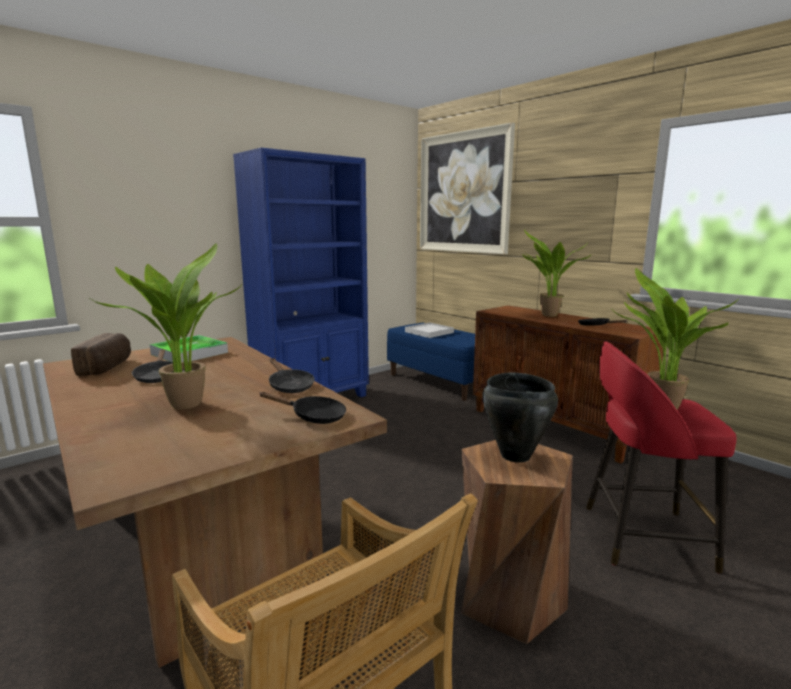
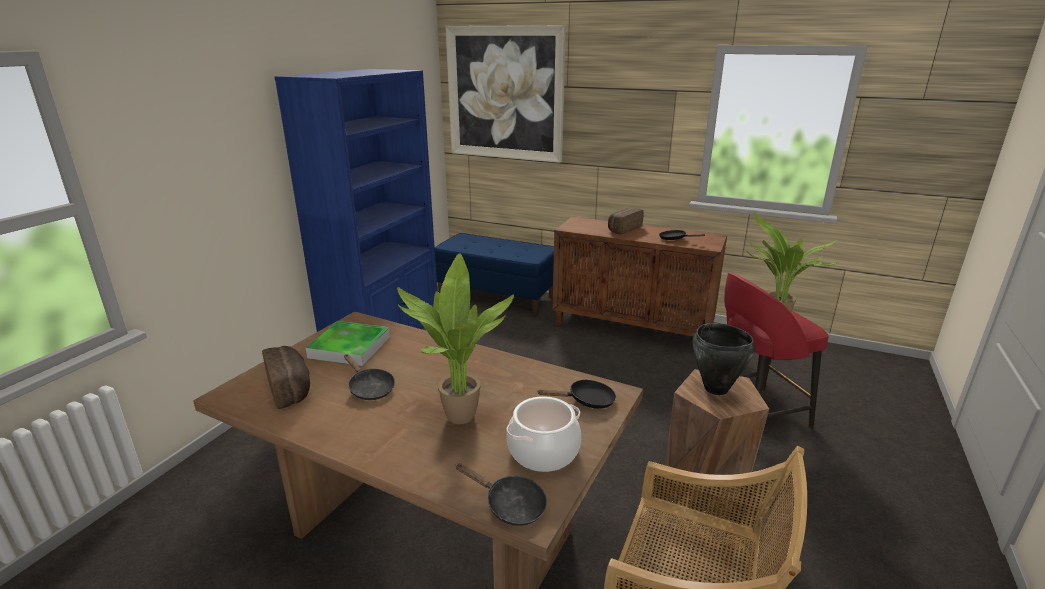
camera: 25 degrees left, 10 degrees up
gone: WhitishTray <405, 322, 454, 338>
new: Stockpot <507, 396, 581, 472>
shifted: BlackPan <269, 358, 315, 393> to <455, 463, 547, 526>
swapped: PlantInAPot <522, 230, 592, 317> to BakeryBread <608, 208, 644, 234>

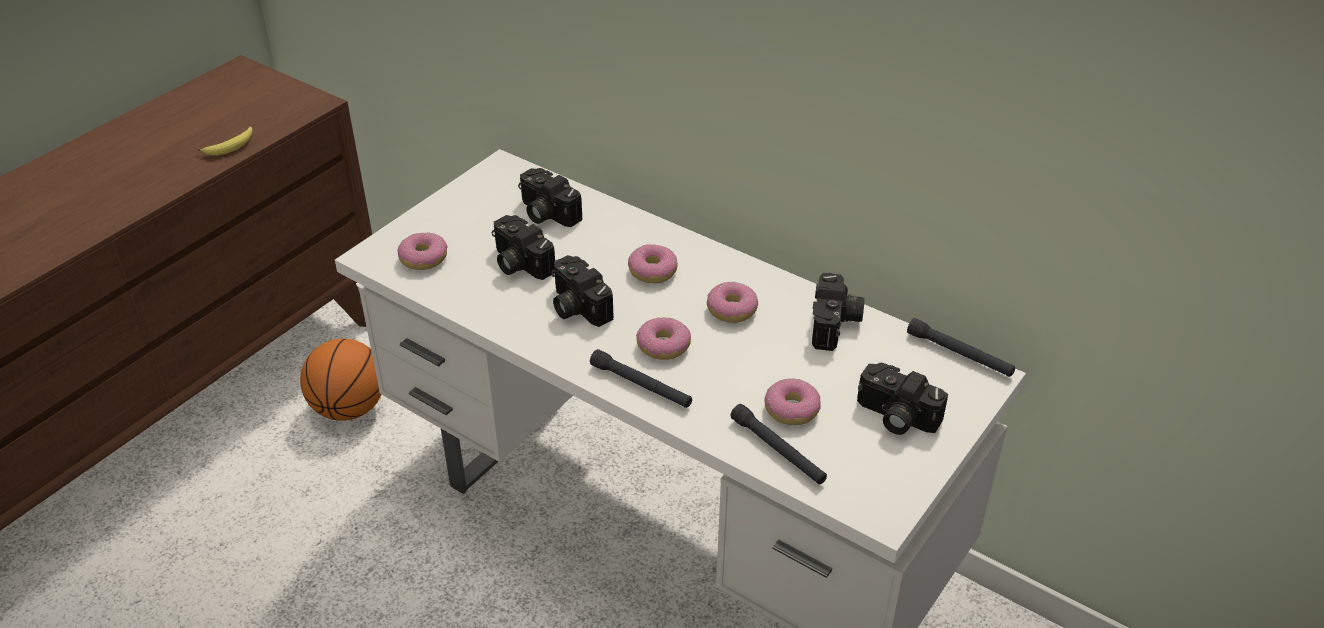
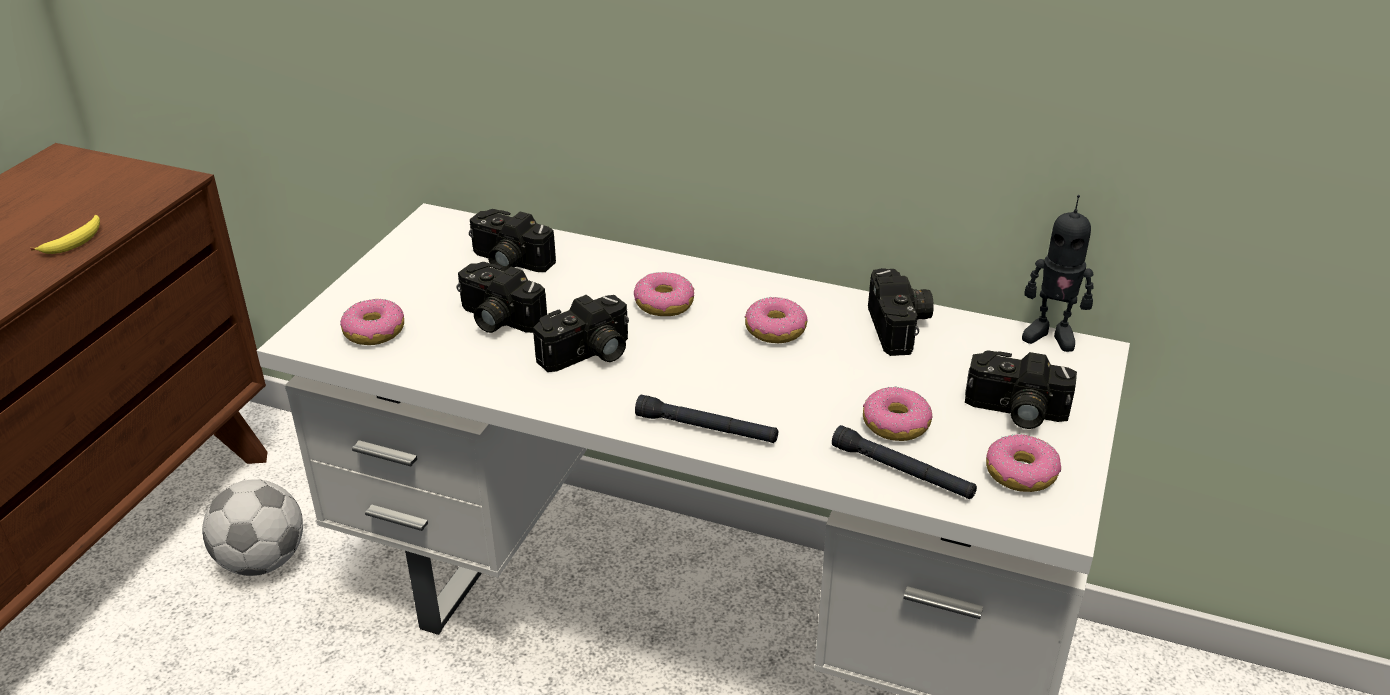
camera: 15 degrees left, 5 degrees down
shifted: Donut <636, 317, 691, 360> to <986, 434, 1061, 492>
swapped: BlackTorch <907, 318, 1015, 377> to ModelRobot <1022, 195, 1094, 352>; BallForBasketball <300, 339, 382, 421> to BallForFootball <202, 479, 303, 576>
rotated: PhotoCamera <551, 255, 614, 327> = <533, 295, 629, 372> 75 degrees counterclockwise

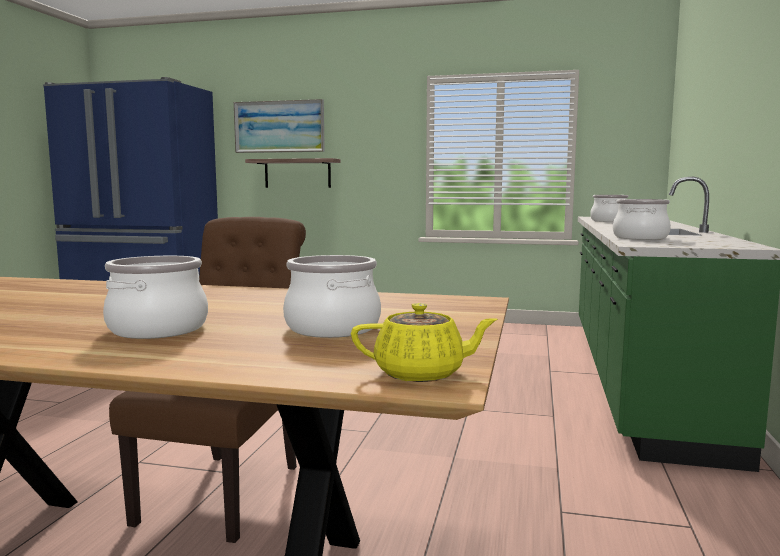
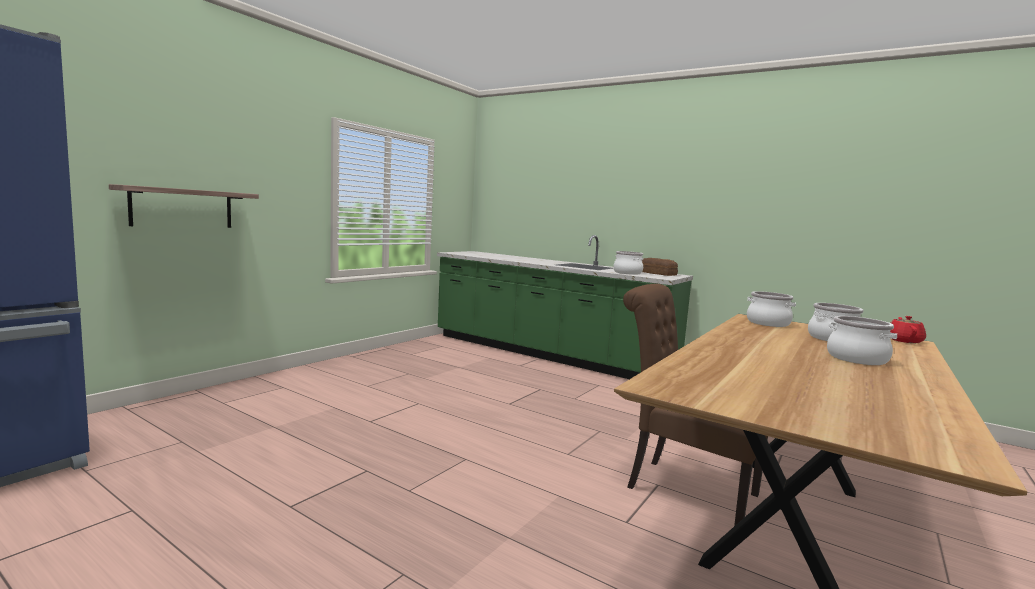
camera: 70 degrees left, 0 degrees up
gone: WallArt <234, 99, 325, 153>
new: BakeryBread <642, 258, 678, 276>
shifted: Stockpot <590, 195, 628, 222> to <747, 291, 796, 327>
repainted: YellowishTeaPot <351, 303, 498, 382> to RedTeaPot <890, 316, 926, 343>

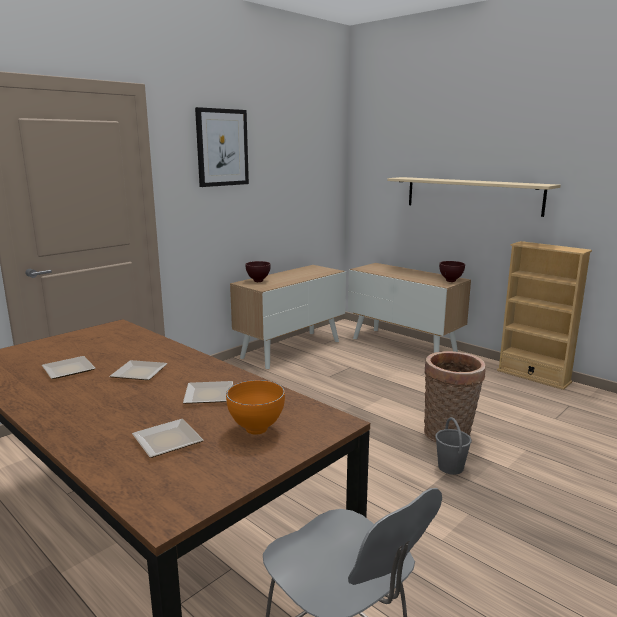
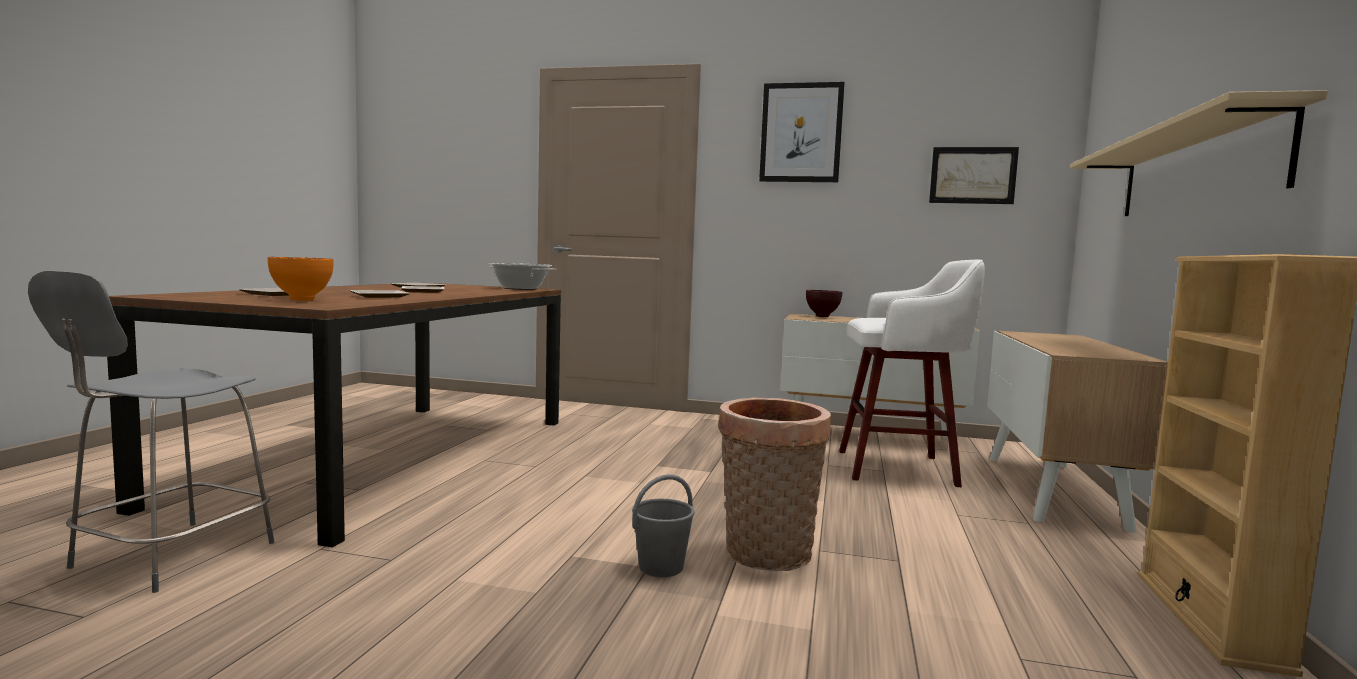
camera: 60 degrees right, 10 degrees down
gone: BrownishDeepDish <439, 261, 465, 282>
new: WallArt <929, 147, 1019, 204>; WhitishStoolSeat <839, 260, 985, 487>; Stockpot <485, 263, 556, 290>

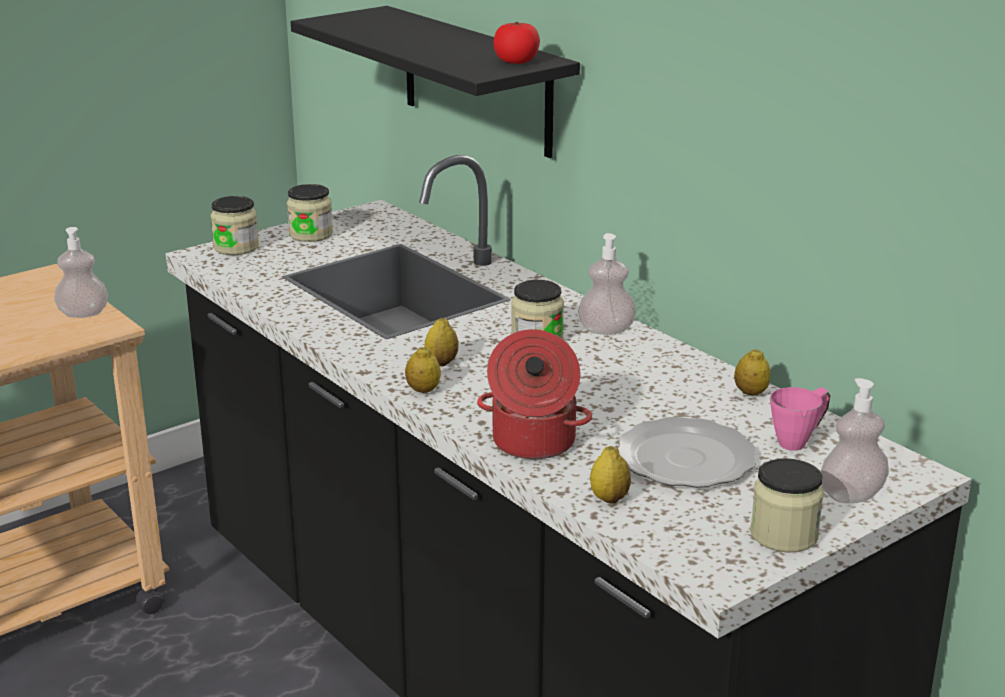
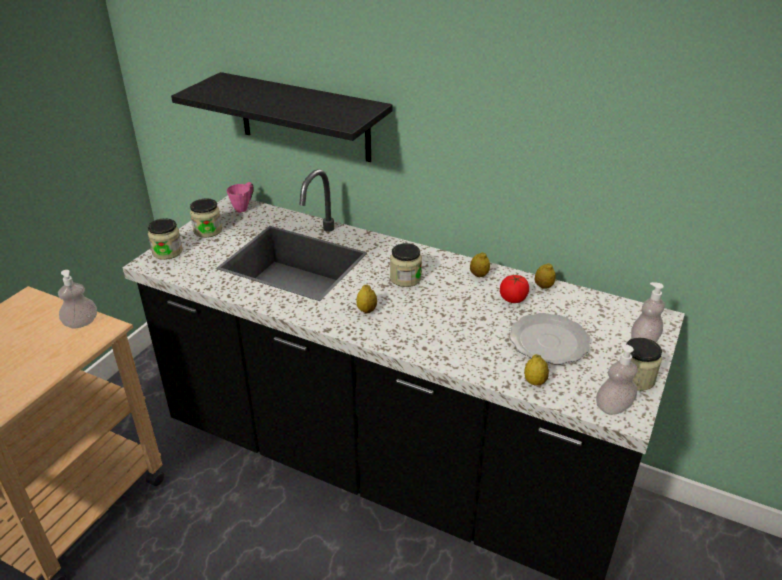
camera: 25 degrees left, 10 degrees up
gone: Stockpot <477, 329, 592, 459>
shifted: WholeTomato <494, 22, 540, 64> to <500, 275, 529, 303>; LiquidSoapBottle <578, 233, 636, 335> to <596, 343, 638, 415>; CitrusFruit <405, 346, 441, 393> to <470, 252, 490, 277>; PinkishCoffeeMug <770, 387, 830, 451> to <227, 182, 254, 213>

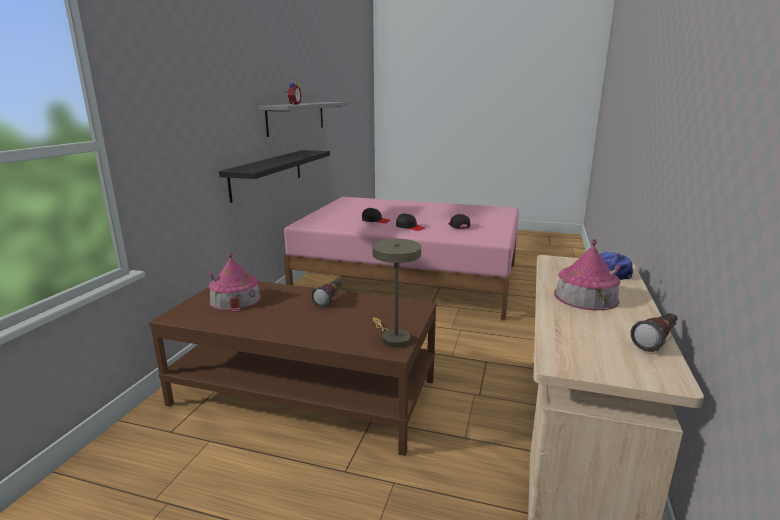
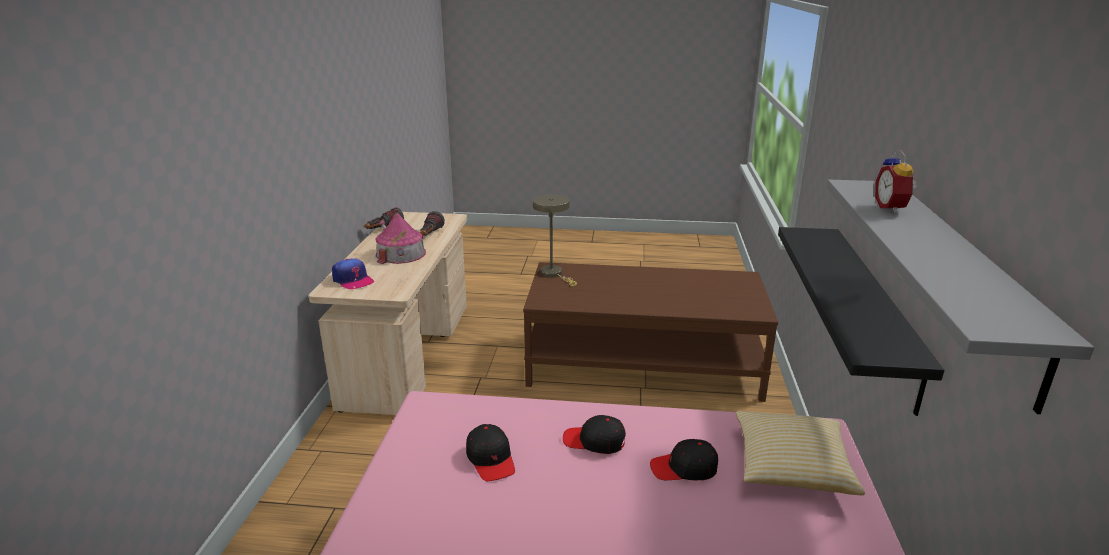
camera: 170 degrees right, 5 degrees up
gone: ModelHouse <208, 252, 262, 312>
new: Pillow <736, 411, 865, 495>
shifted: Torch <311, 279, 342, 307> to <420, 211, 445, 236>

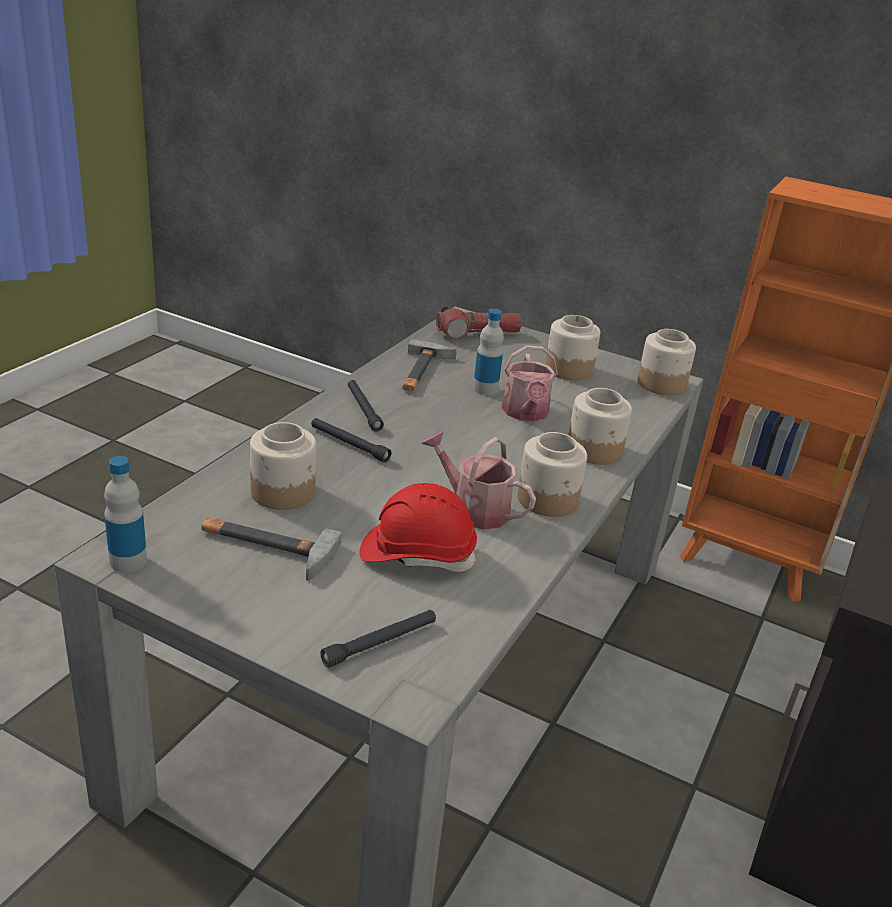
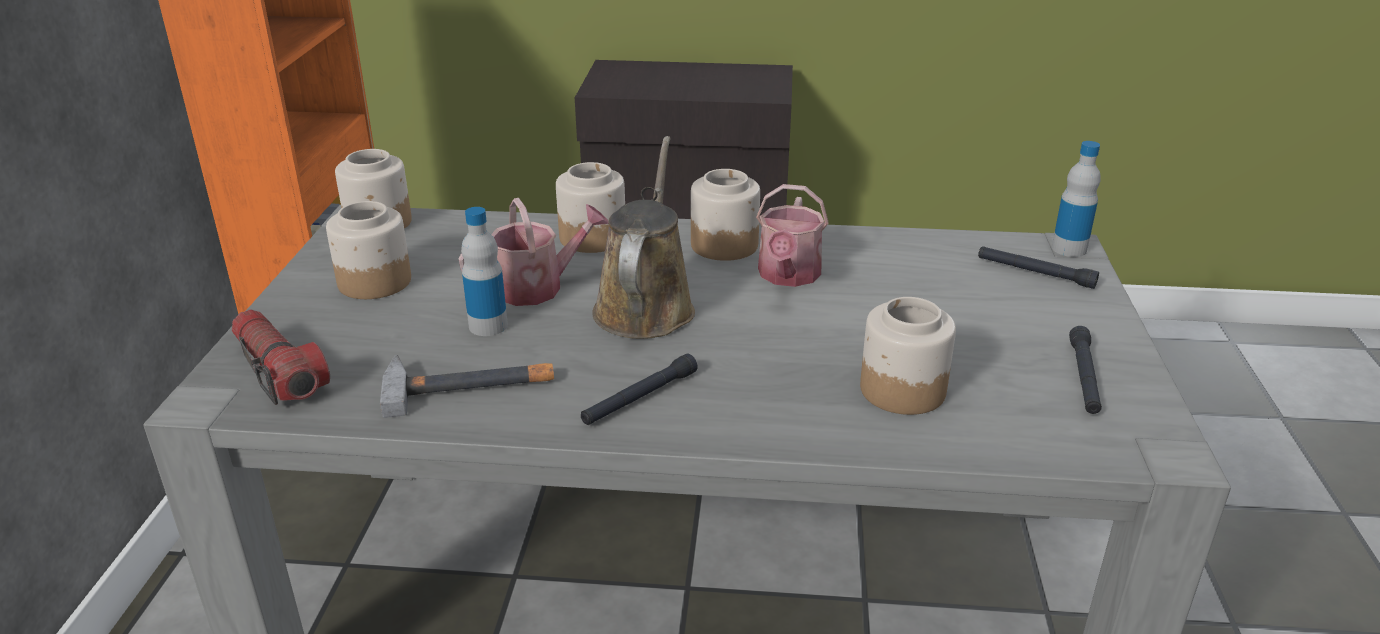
camera: 110 degrees left, 0 degrees up
gone: RedWorkHelmet <359, 483, 477, 572>; Hammer <201, 518, 342, 581>
new: BrownishWateringCan <592, 136, 695, 339>
shifted: BlackTorch <311, 418, 392, 463> to <1069, 326, 1102, 414>; Bottle <104, 456, 147, 572> to <1052, 141, 1100, 257>

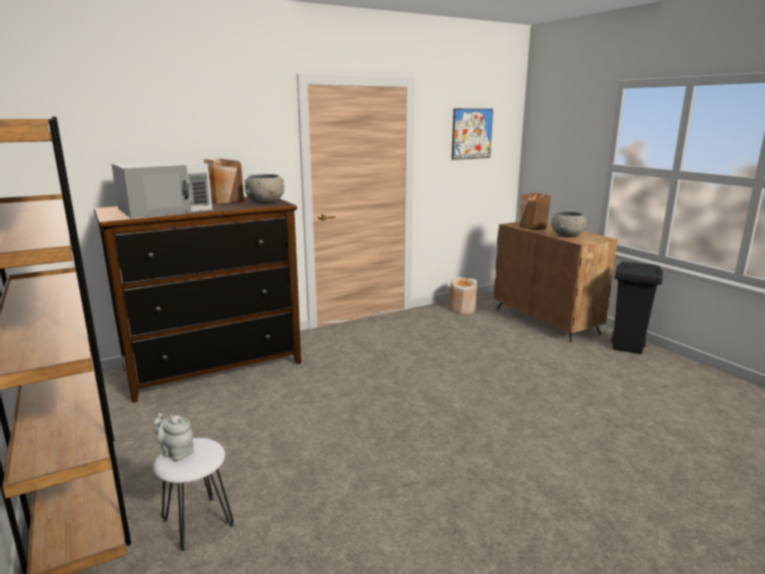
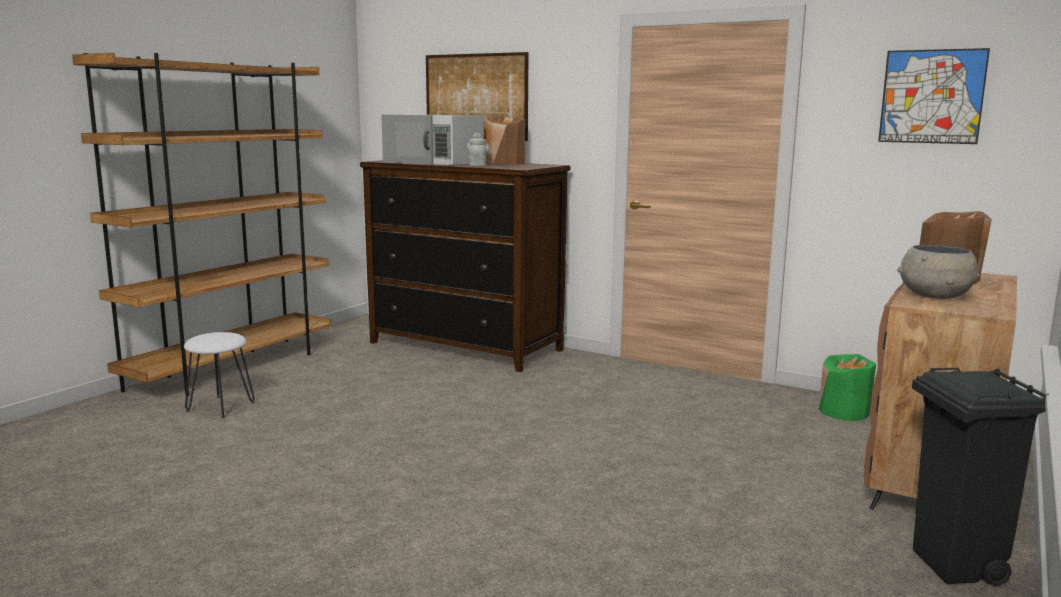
camera: 60 degrees right, 5 degrees down
gone: GreyDeepDish <245, 174, 284, 204>
new: WallArt <426, 52, 529, 141>
shifted: GreyTeaPot <154, 413, 194, 461> to <467, 133, 489, 166>
repainted: BeigeColouredVase <449, 277, 477, 314> to GreenishVase <819, 354, 876, 421>

